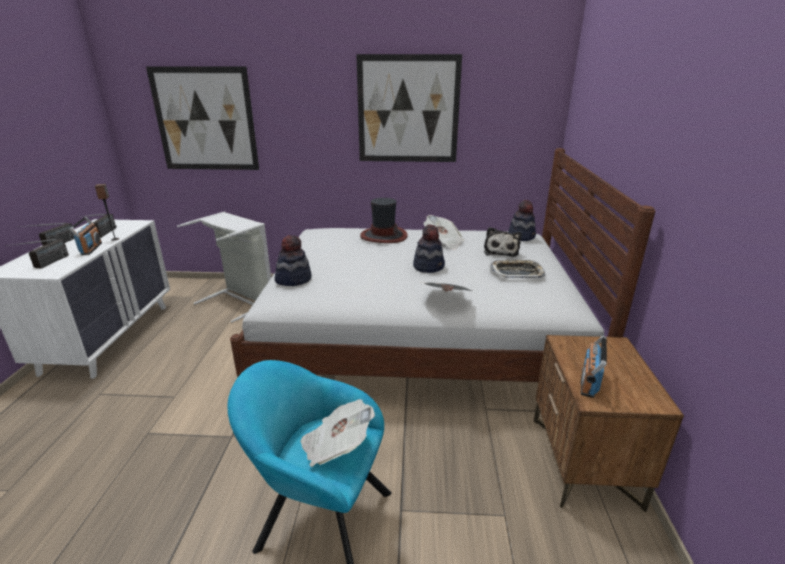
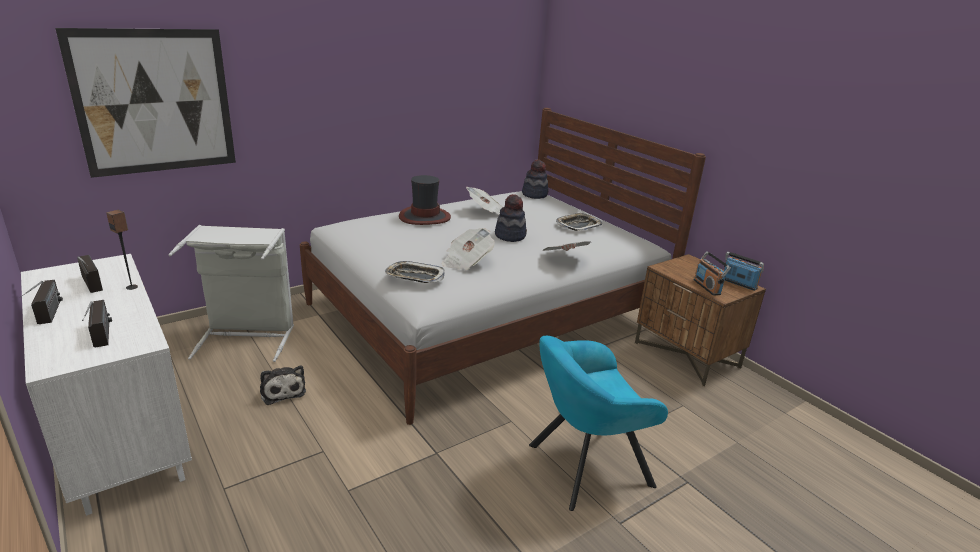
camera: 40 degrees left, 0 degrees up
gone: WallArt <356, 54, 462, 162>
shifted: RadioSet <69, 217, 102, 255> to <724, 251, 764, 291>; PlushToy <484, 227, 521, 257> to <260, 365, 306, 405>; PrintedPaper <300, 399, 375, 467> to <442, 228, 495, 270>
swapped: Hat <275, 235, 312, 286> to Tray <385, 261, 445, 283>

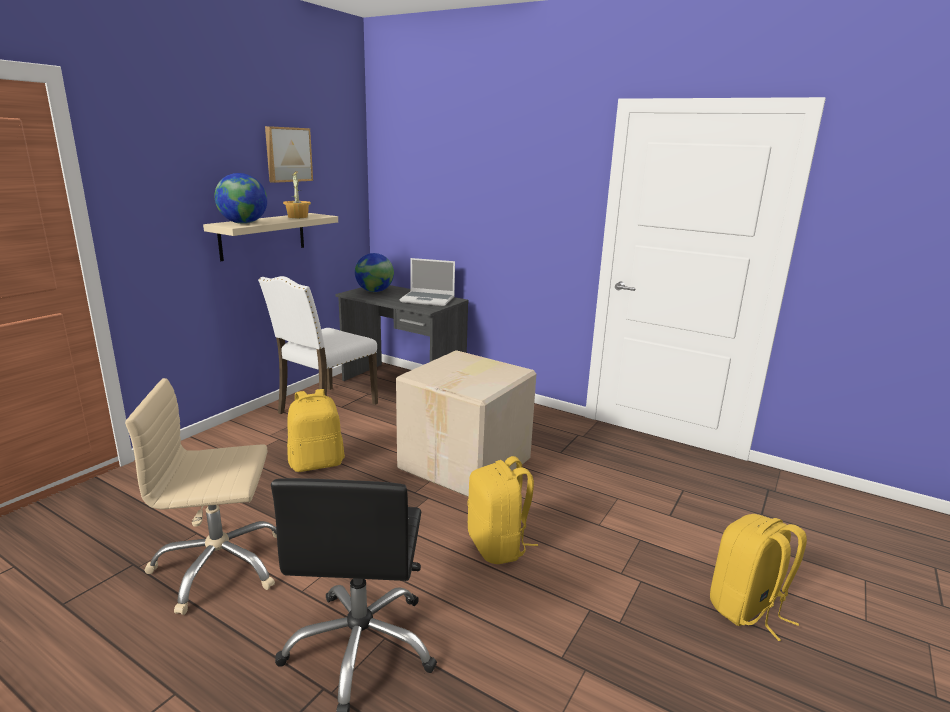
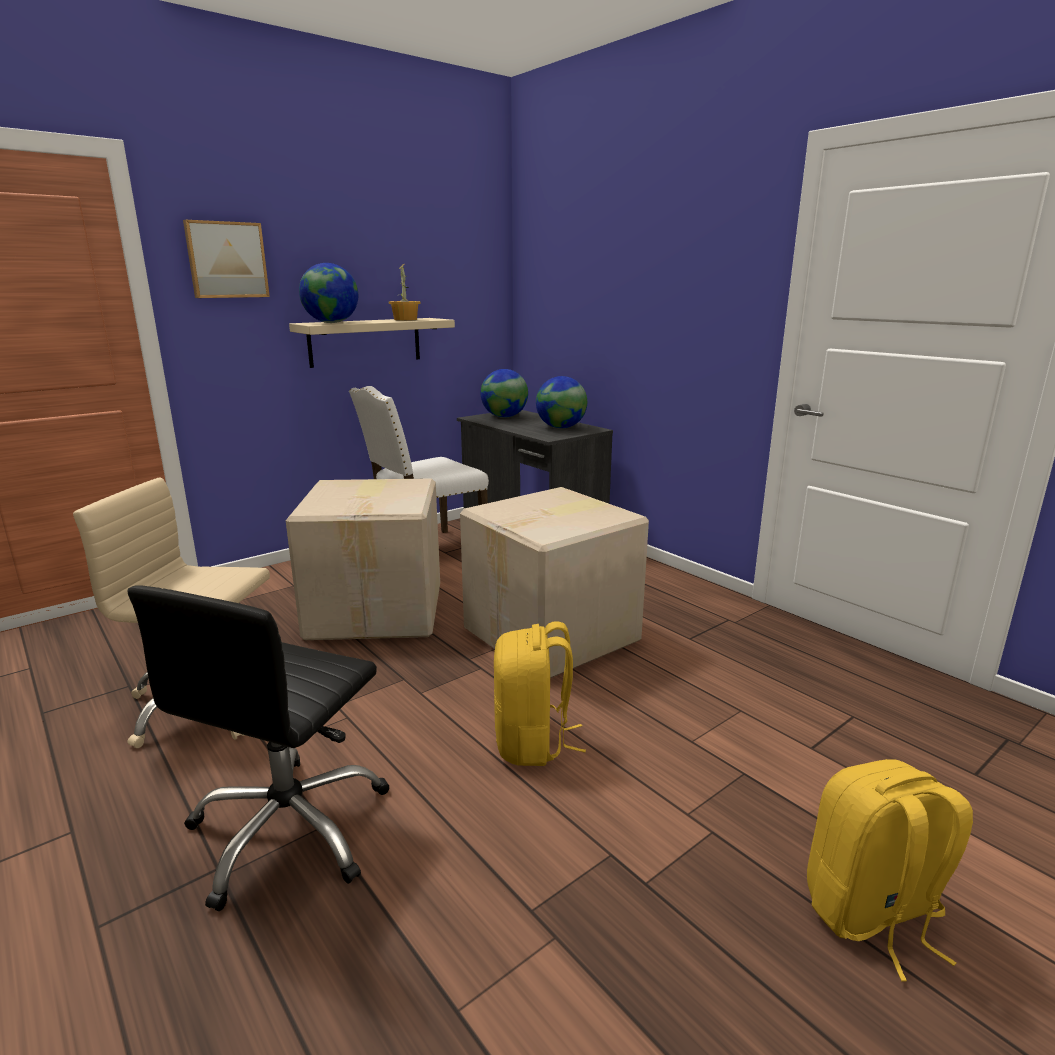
camera: 20 degrees right, 0 degrees up
shifted: WallArt <265, 126, 313, 183> to <183, 220, 270, 298>
swapped: NotebookComputer <400, 258, 455, 306> to DeskGlobe <536, 376, 587, 429>; YellowishRucksack <287, 389, 345, 472> to Carton <286, 478, 440, 640>

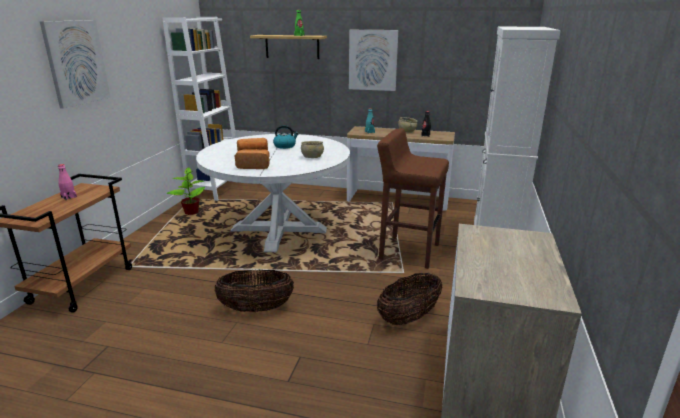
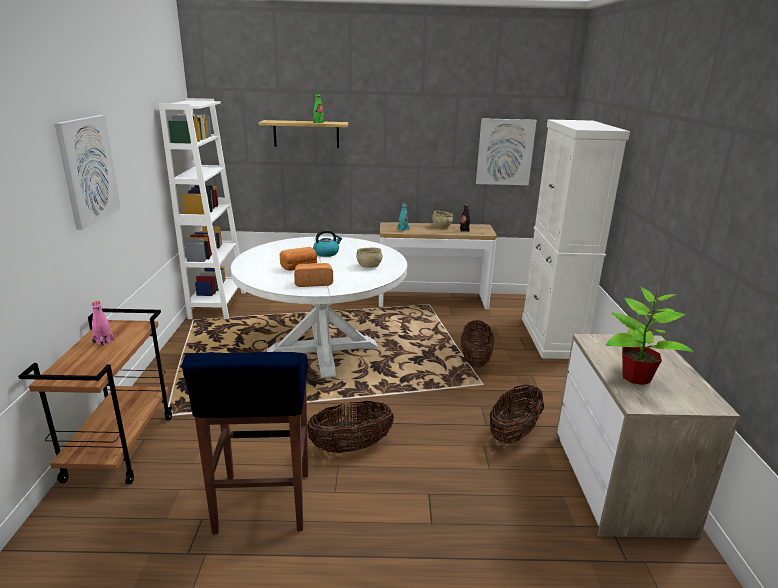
camera: 15 degrees left, 0 degrees up
new: BlueStoolSeat <182, 352, 308, 534>
shifted: WallArt <349, 30, 398, 91> to <476, 118, 537, 185>; PlantInAPot <166, 167, 205, 215> to <606, 287, 694, 385>
swapped: BrownishStoolSeat <377, 128, 449, 269> to HouseholdBasket <461, 320, 494, 368>

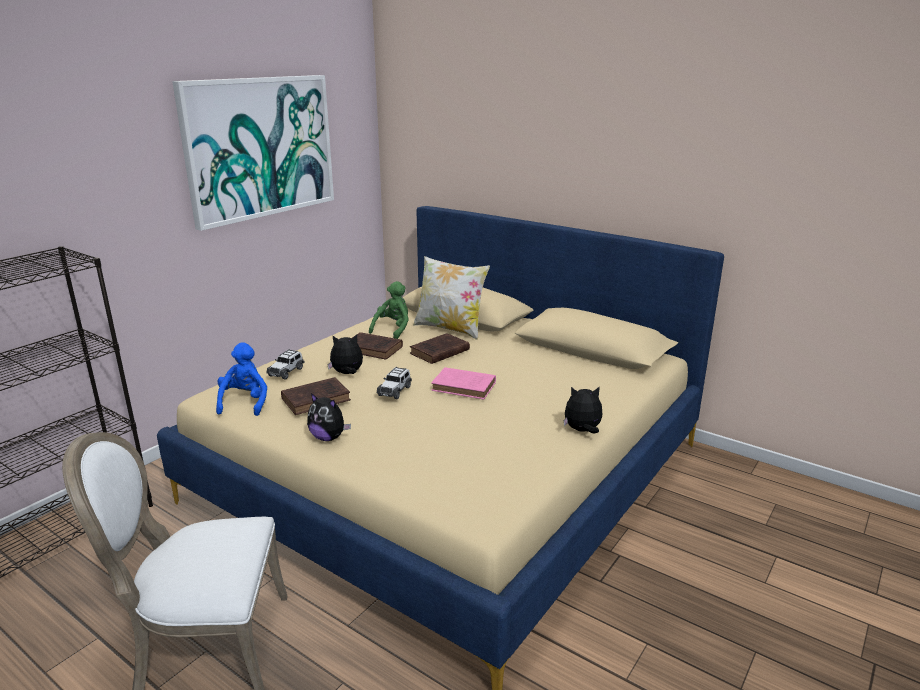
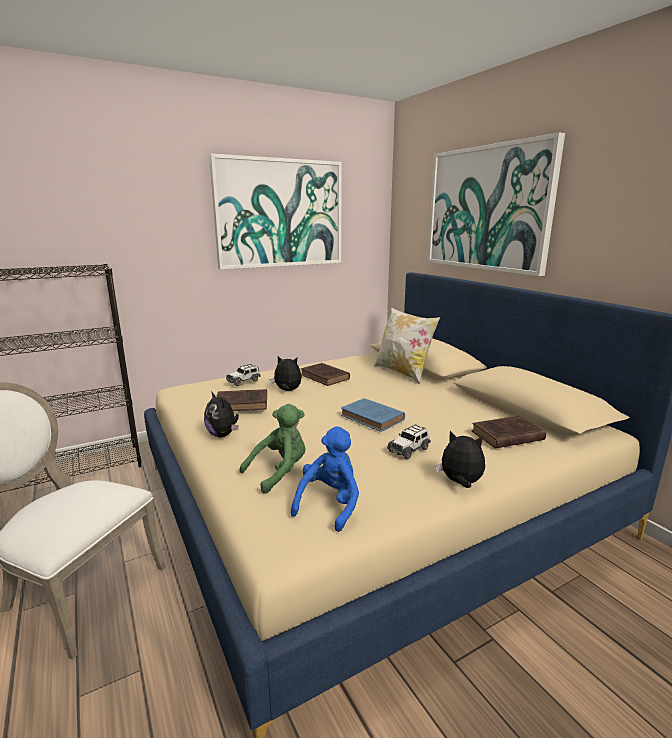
camera: 25 degrees right, 5 degrees down
new: WallArt <427, 133, 565, 276>
shifted: GreenishPlushToy <369, 281, 409, 339> to <240, 404, 305, 494>; BrownishVolume <410, 333, 470, 364> to <471, 416, 546, 449>; BluePlushToy <216, 342, 267, 416> to <291, 426, 359, 532>; MiniatureCar <377, 367, 412, 399> to <387, 424, 431, 460>
repainted: PinkishVolume <431, 367, 496, 399> to BlueVolume <341, 398, 405, 432>

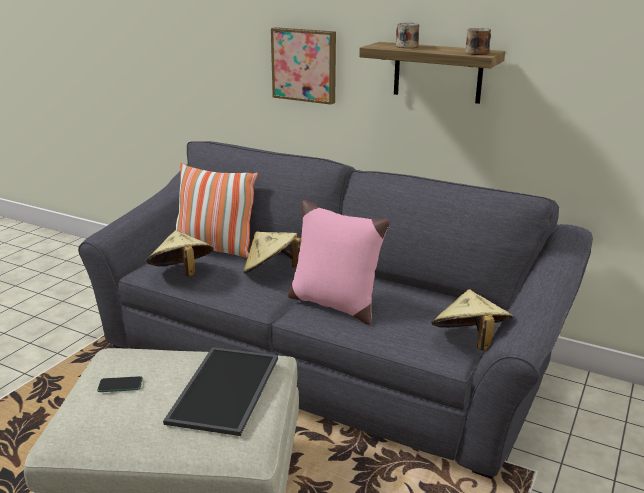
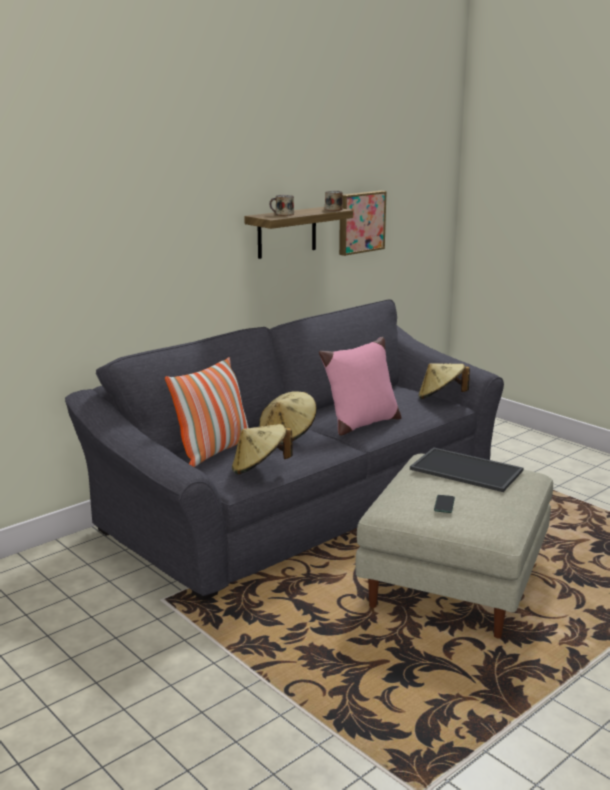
camera: 70 degrees left, 5 degrees down
shifted: WallArt <271, 27, 336, 105> to <339, 191, 387, 256>

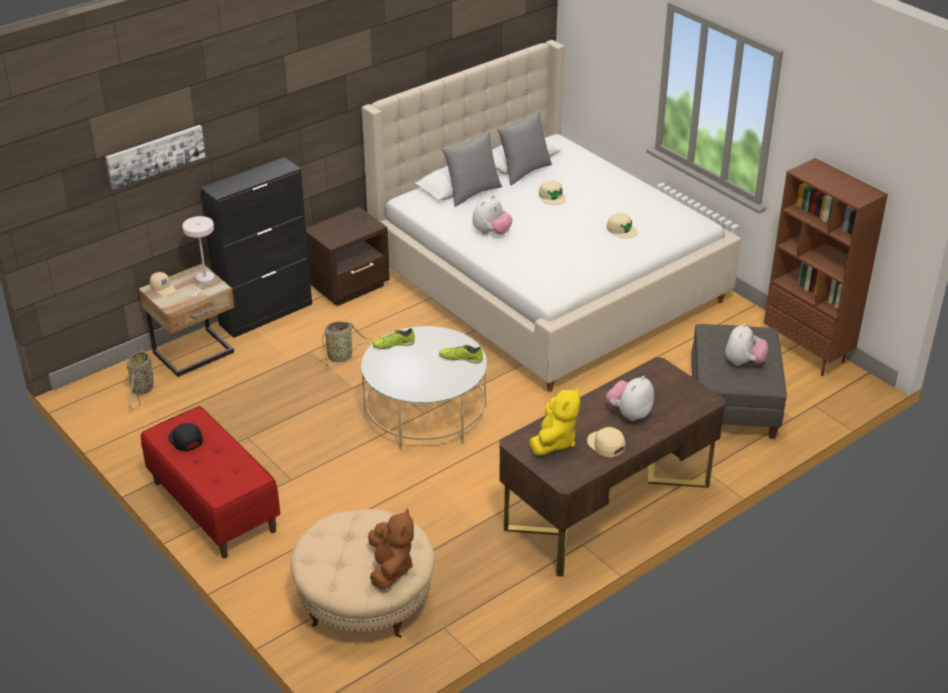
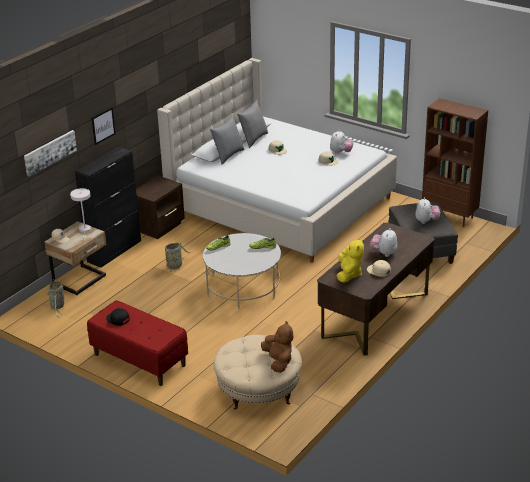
camera: 15 degrees left, 5 degrees down
new: WallArt <92, 107, 116, 145>
shifted: PlushToy <472, 195, 513, 235> to <330, 130, 353, 154>

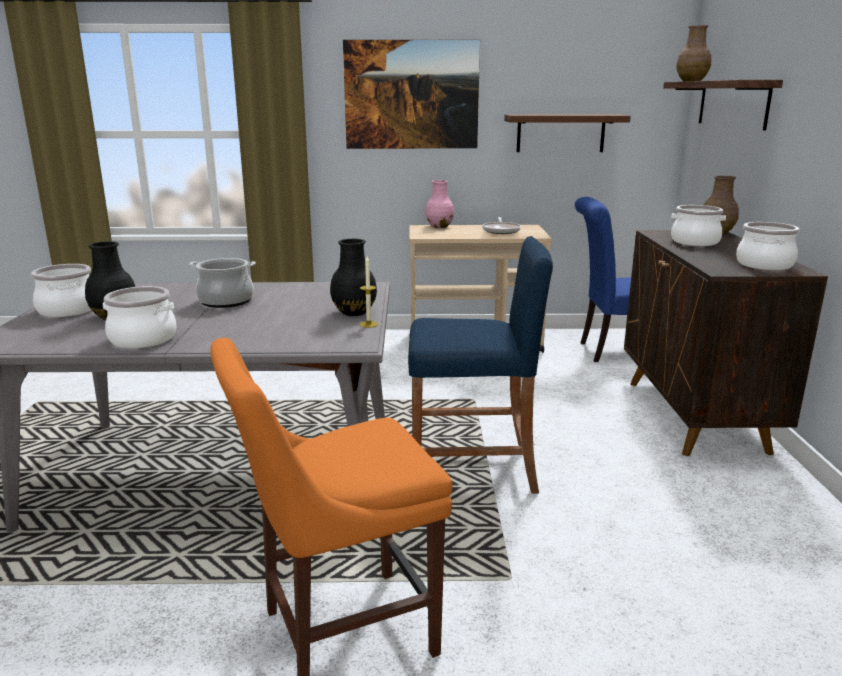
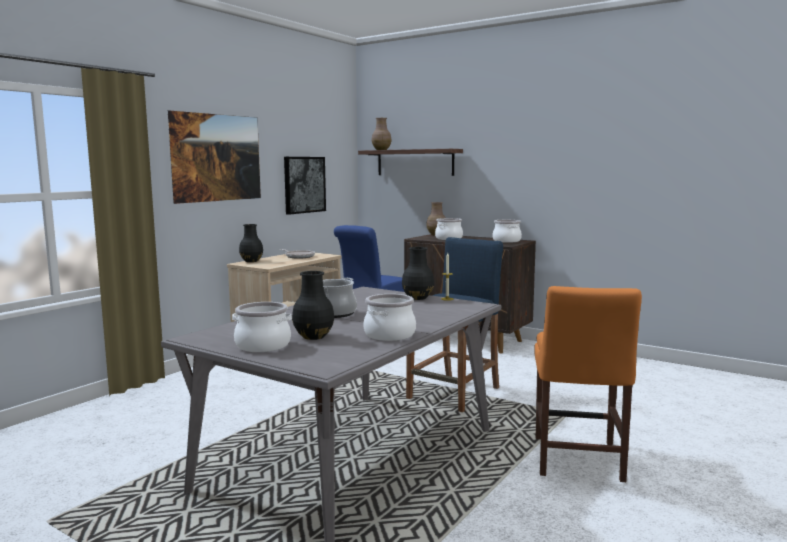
camera: 55 degrees left, 10 degrees down
swapped: BrownishBracketShelf <504, 114, 631, 152> to WallArt <284, 157, 326, 215>
repainted: PinkishVase <425, 180, 454, 228> to BlackVase <239, 224, 263, 262>

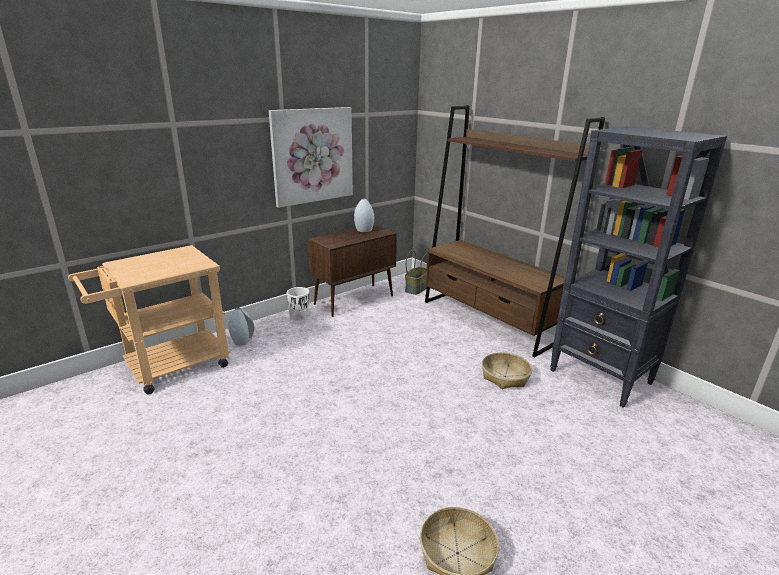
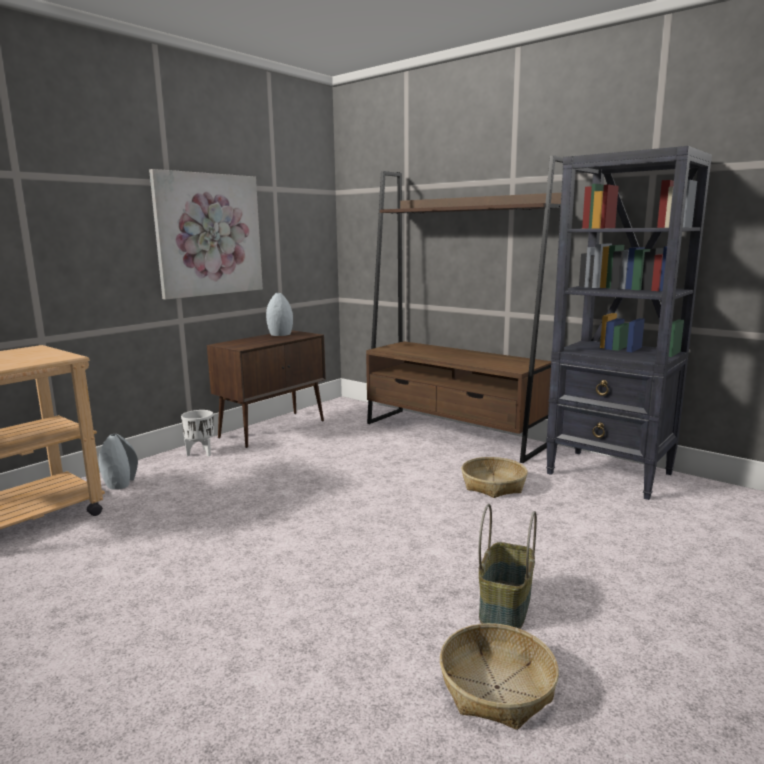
camera: 10 degrees left, 10 degrees down
shifted: HouseholdBasket <405, 250, 427, 295> to <479, 504, 537, 629>

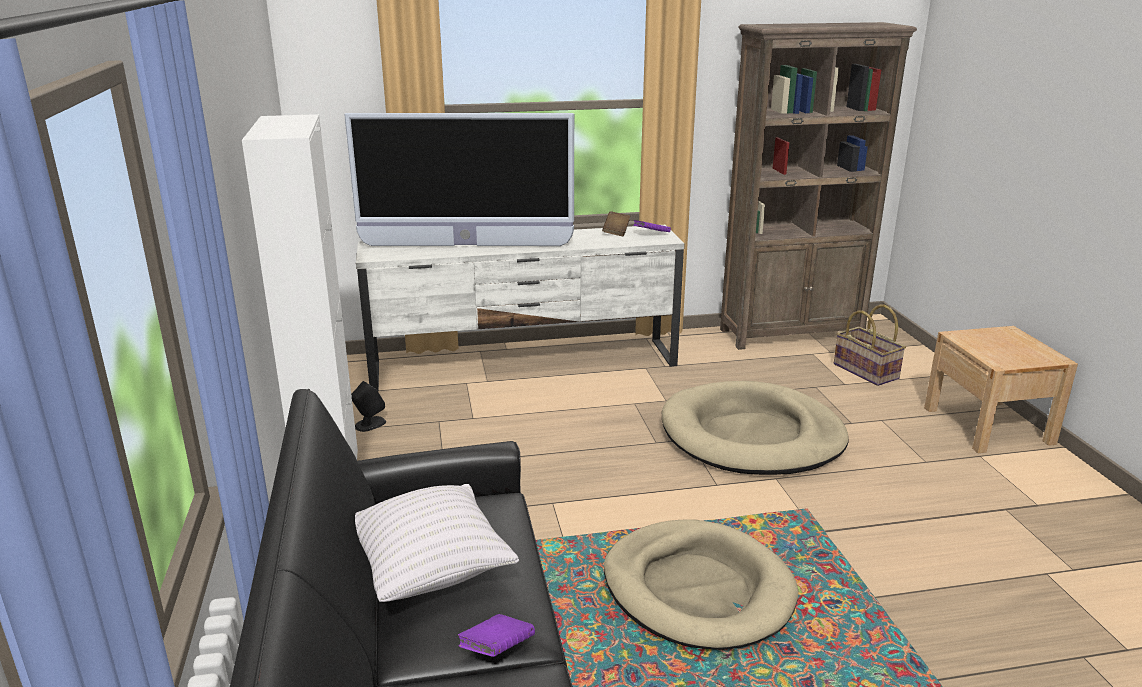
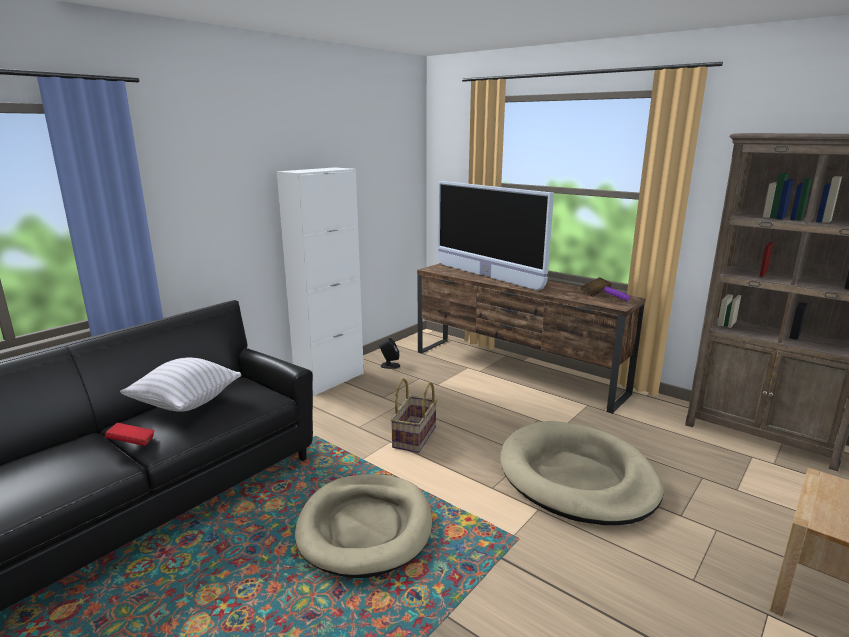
camera: 50 degrees right, 5 degrees down
shifted: HouseholdBasket <834, 304, 906, 386> to <391, 378, 437, 453>
repainted: WhitishTvUnit <356, 225, 685, 391> to BrownishTvUnit <417, 263, 646, 414>; PurpleVolume <458, 614, 535, 657> to RedVolume <105, 423, 155, 446>

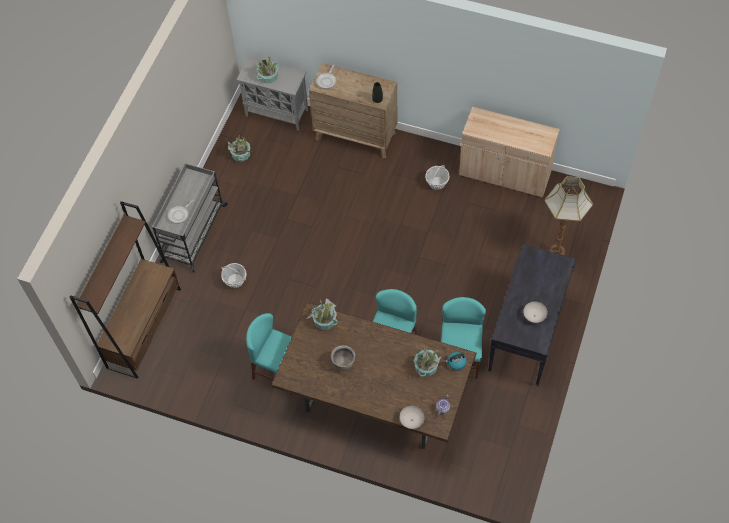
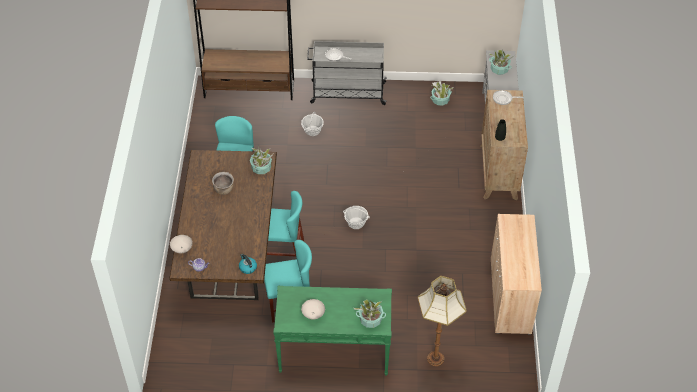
camera: 70 degrees right, 10 degrees down
shifted: HouseholdBasket <425, 165, 450, 190> to <343, 206, 370, 229>; PlantInAPot <414, 346, 442, 377> to <354, 299, 386, 328>
repainted: BlackHallTable <488, 244, 576, 386> to GreenishHallTable <273, 286, 392, 376>

